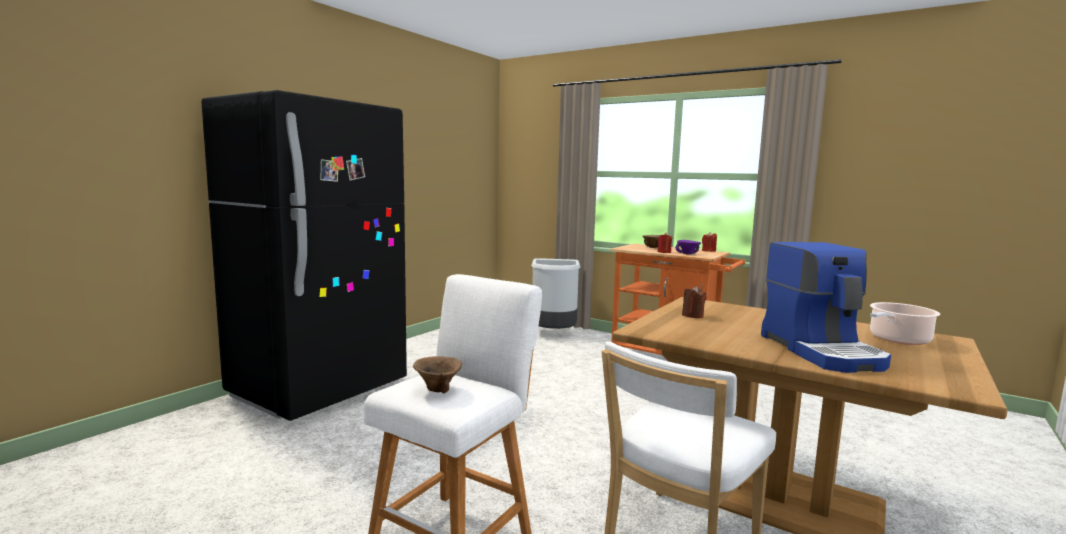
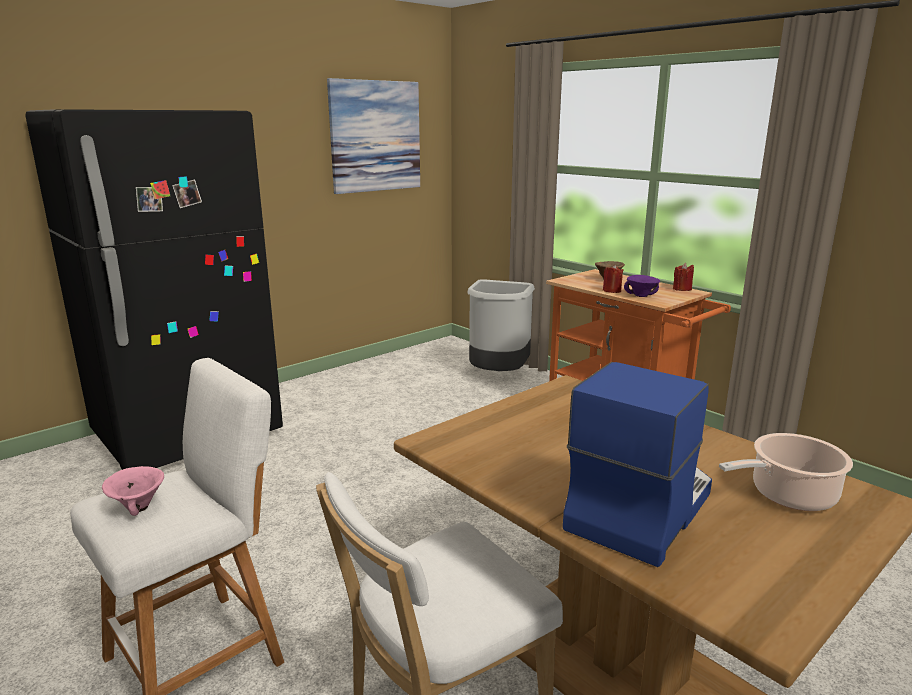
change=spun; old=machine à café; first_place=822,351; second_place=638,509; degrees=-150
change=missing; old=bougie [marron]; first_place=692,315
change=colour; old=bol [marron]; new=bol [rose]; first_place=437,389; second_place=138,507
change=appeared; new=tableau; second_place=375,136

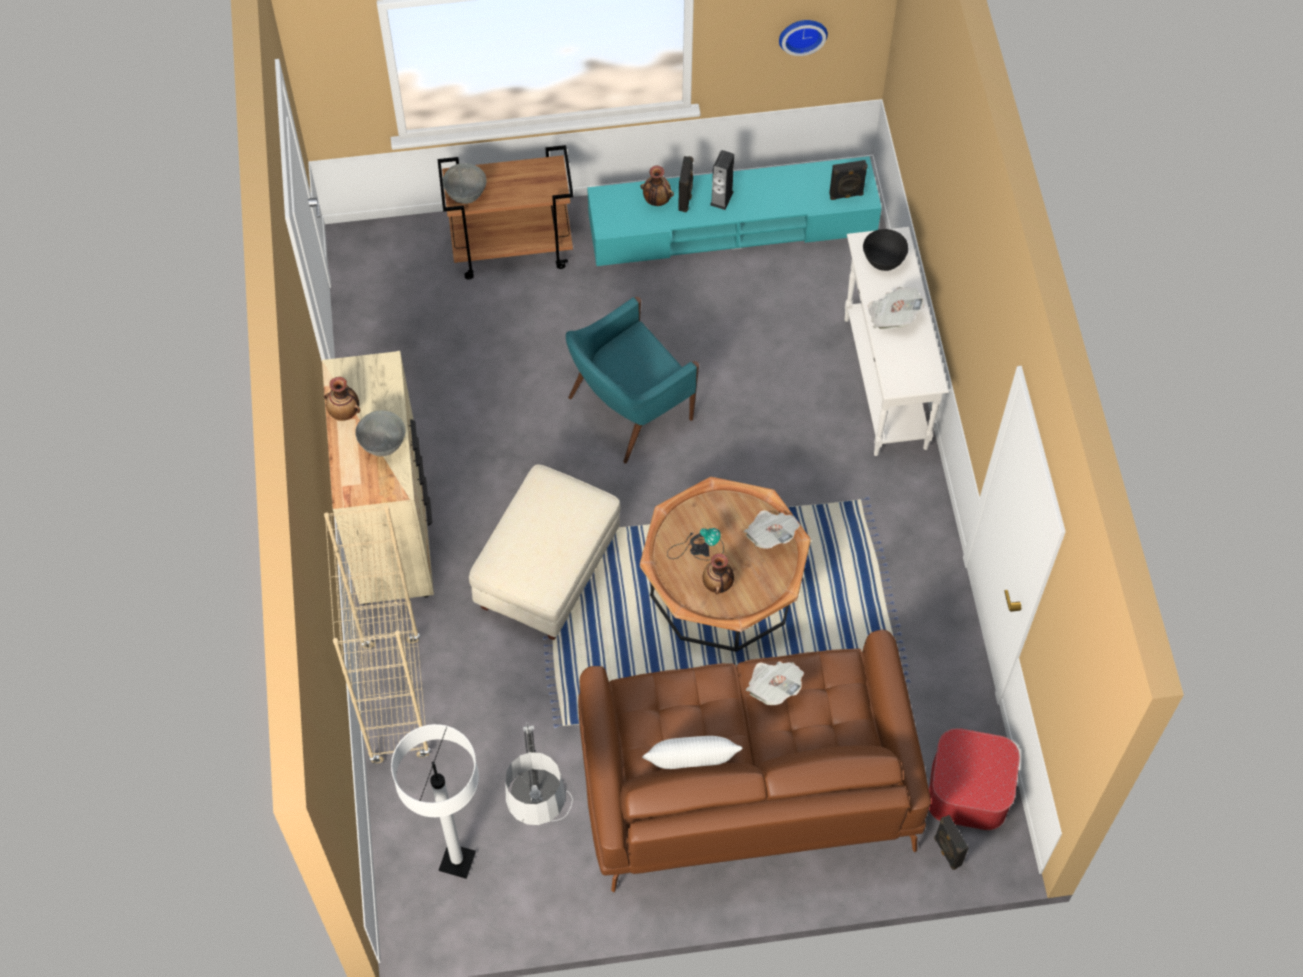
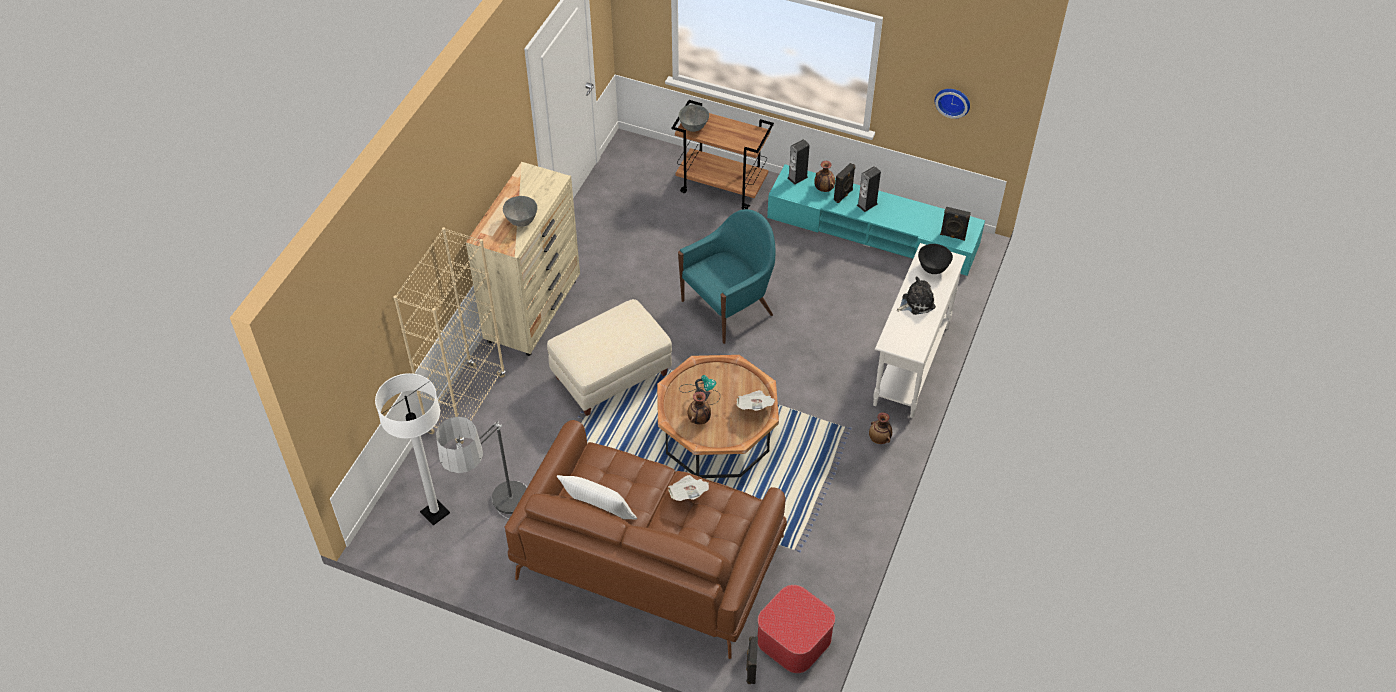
change=exchanged; old=journal; new=peluche; first_place=892,316; second_place=916,302
change=spun; old=fauteuil [turquoise]; first_place=628,410; second_place=728,307; degrees=150
change=relocated; old=vase; first_place=345,412; second_place=879,439
change=appeared; new=enceinte; second_place=797,177

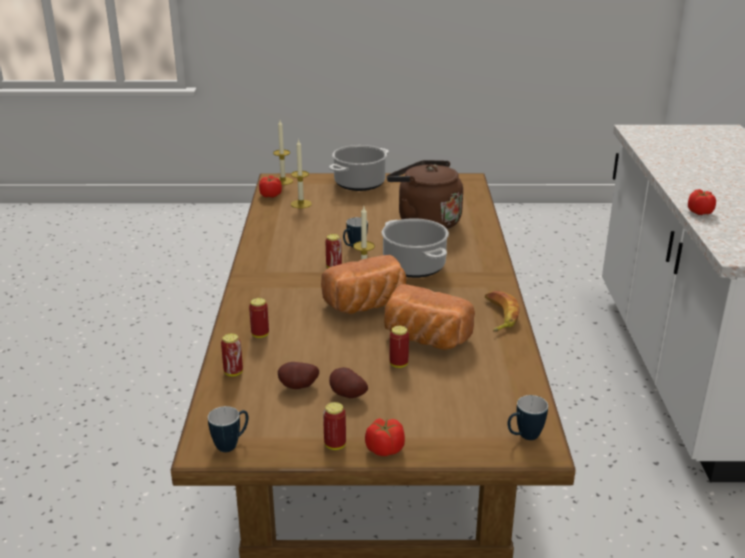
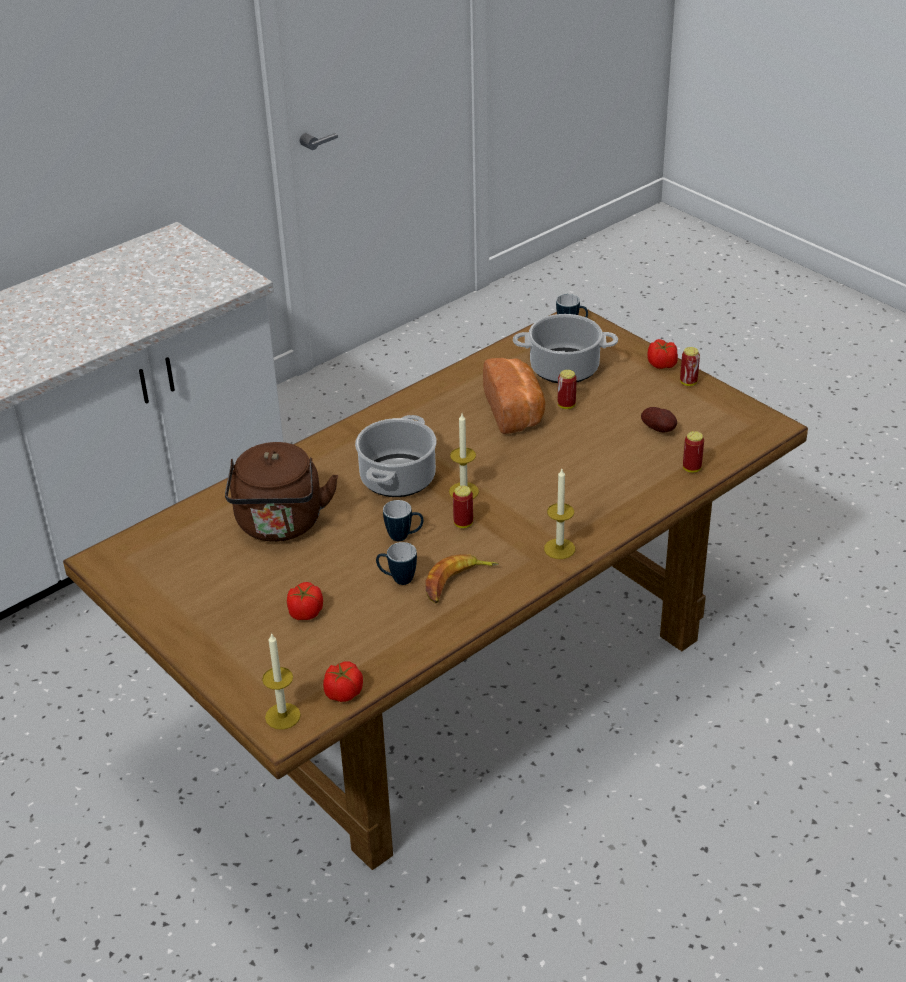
change=relocated; old=bougie; first_place=301,204; second_place=559,549
change=relocated; old=marmite; first_place=360,183; second_place=563,369
change=relocated; old=tomate; first_place=699,212; second_place=305,612
change=missing; old=pain; first_place=367,305
change=relocated; old=banane; first_place=498,315; second_place=457,583
change=missing; old=boîte métallique; first_place=260,335
change=missing; old=pomme de terre; first_place=346,395
change=relocated; old=mug; first_place=231,444; second_place=397,579

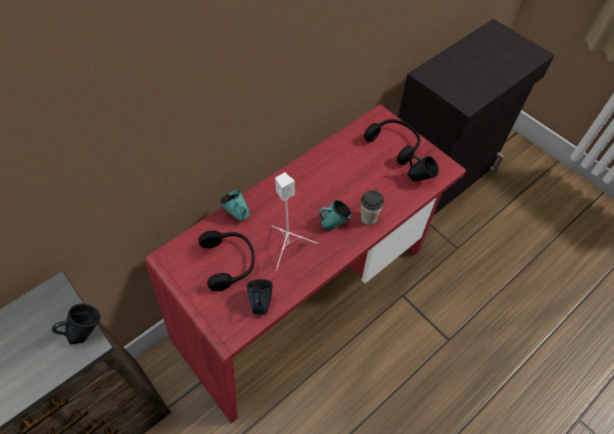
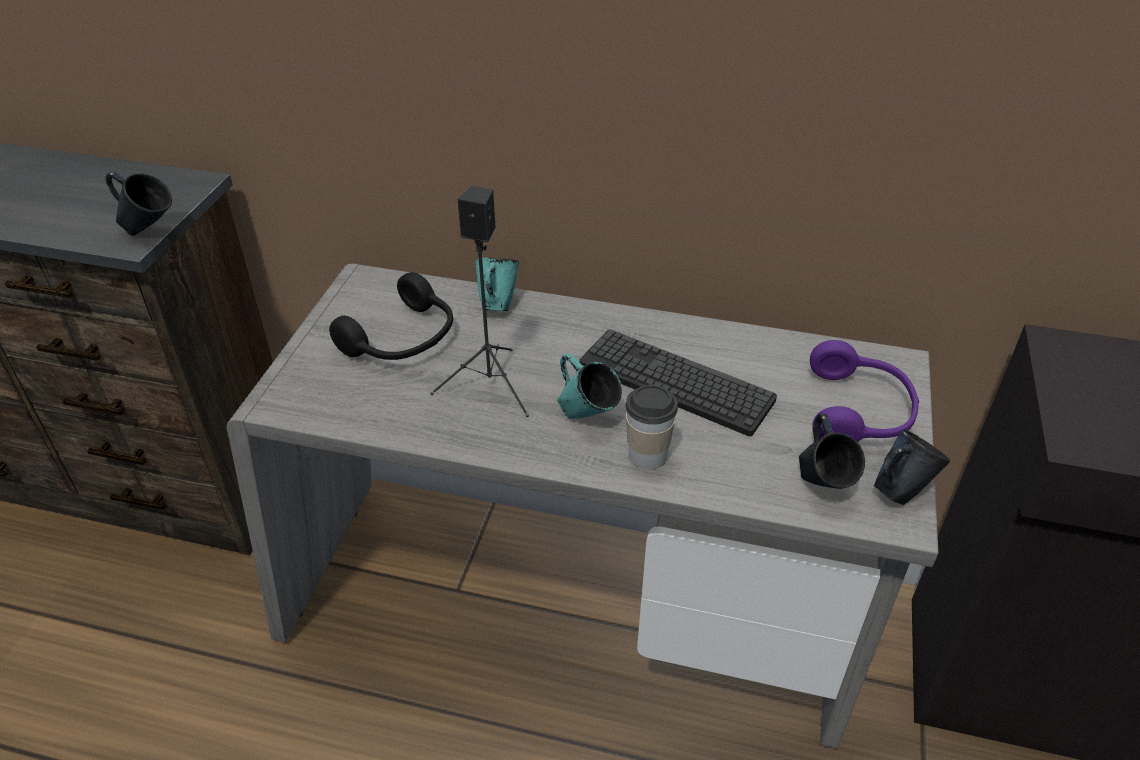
change=colour; old=bureau [rouge]; new=bureau [gris]; first_place=306,297; second_place=570,613
change=colour; old=casque audio [noir]; new=casque audio [violet]; first_place=394,143; second_place=859,412
change=colour; old=enceinte [blanc]; new=enceinte [noir]; first_place=289,245; second_place=491,386
change=relocated; old=mug [bleu]; first_place=261,303; second_place=900,491
change=appeared; new=clavier; second_place=675,382

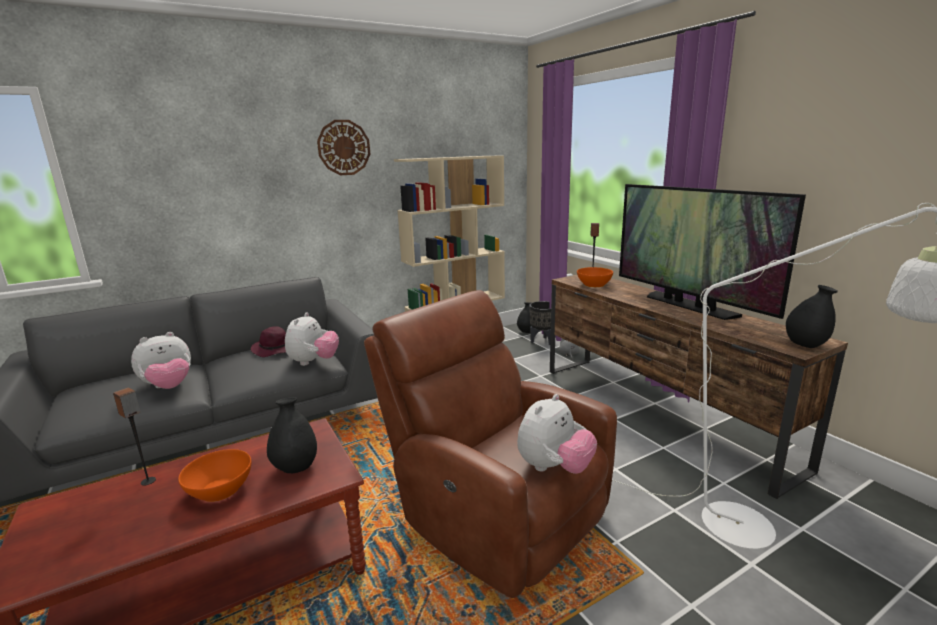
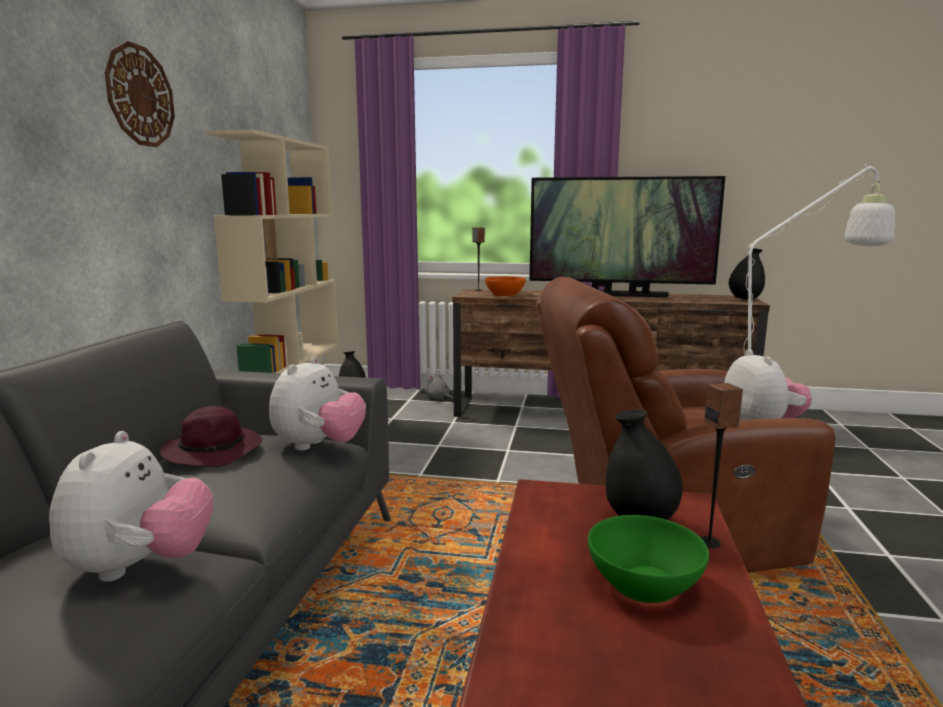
change=missing; old=cache-pot [noir]; first_place=542,341
change=spun; old=peluche; first_place=313,362; second_place=319,446; degrees=60
change=relocated; old=enceinte; first_place=148,481; second_place=709,542
change=colour; old=bol [orange]; new=bol [vert]; first_place=220,489; second_place=643,583

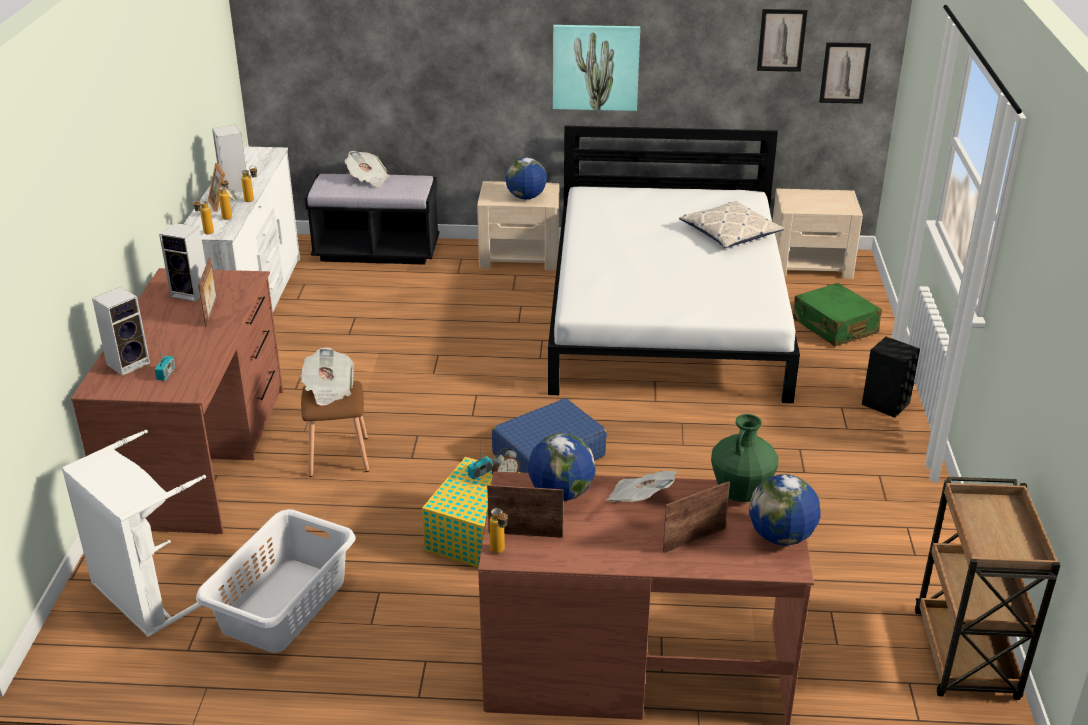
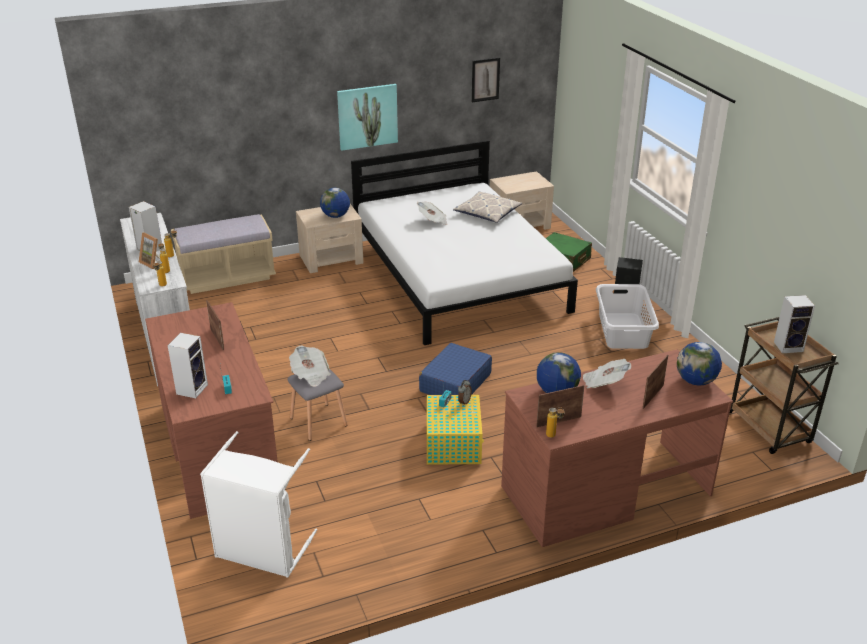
change=missing; old=tableau; first_place=844,73
change=relocated; old=journal; first_place=368,179; second_place=433,221
change=colour; old=banc [noir]; new=banc [beige]; first_place=376,251; second_place=227,278
change=relocated; old=enceinte; first_place=192,293; second_place=789,346
change=colour; old=tabouret [marron]; new=tabouret [gris]; first_place=339,457; second_place=319,422
change=missing; old=vase [vert]; first_place=741,493
change=relocated; old=panier à linge [blanc]; first_place=282,605; second_place=622,331

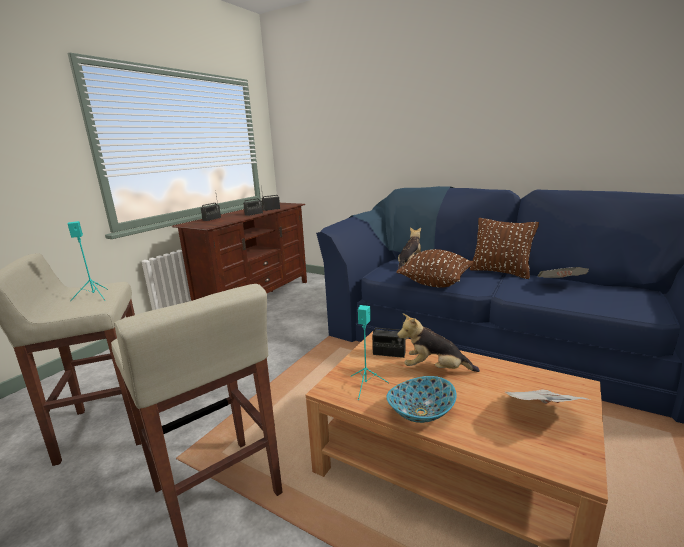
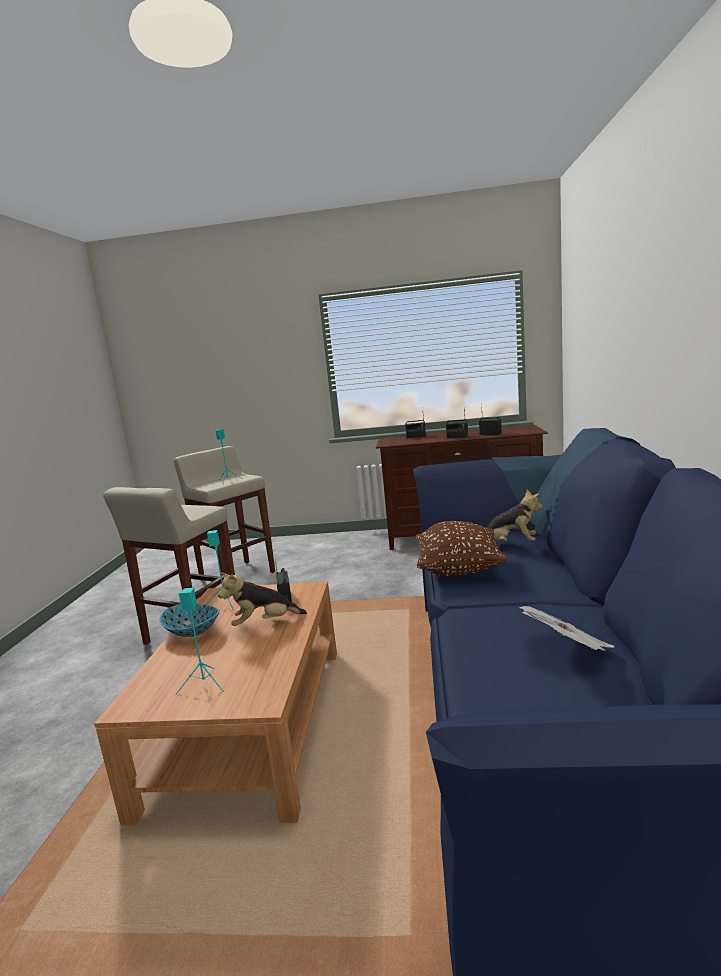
change=missing; old=coussin [marron]; first_place=500,272
change=spun; old=peluche; first_place=435,369; second_place=264,623; degrees=-90
change=exchanged; old=journal; new=enceinte [turquoise]; first_place=541,413; second_place=205,684

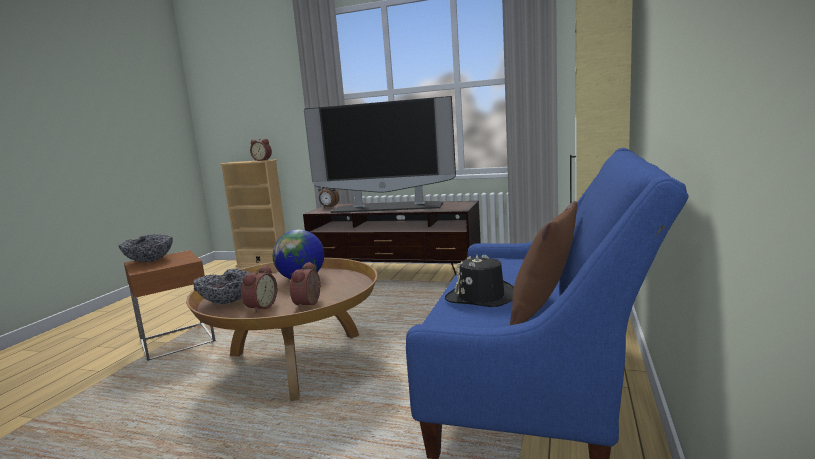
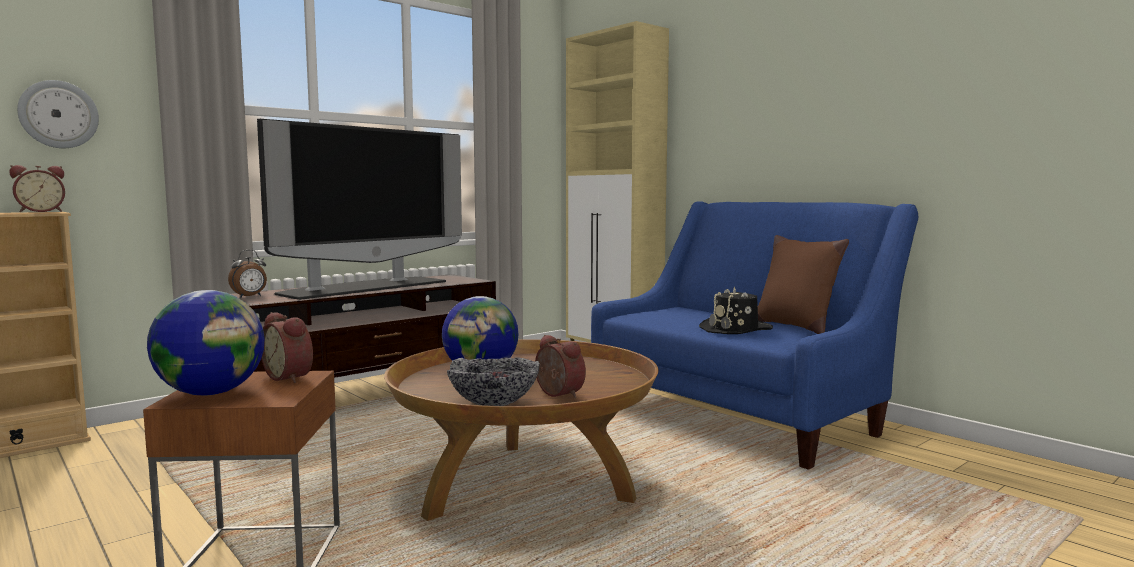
change=exchanged; old=bol; new=globe; first_place=150,261; second_place=211,393
change=relocated; old=réveil; first_place=309,304; second_place=291,377
change=appeared; new=horloge murale; second_place=59,114

